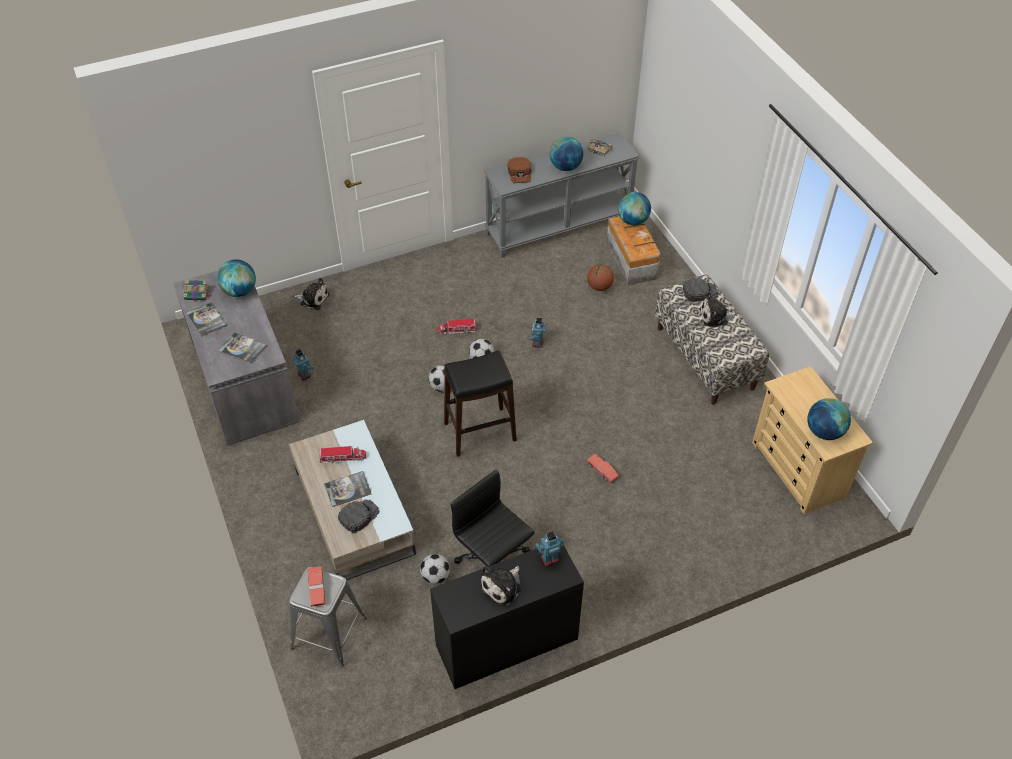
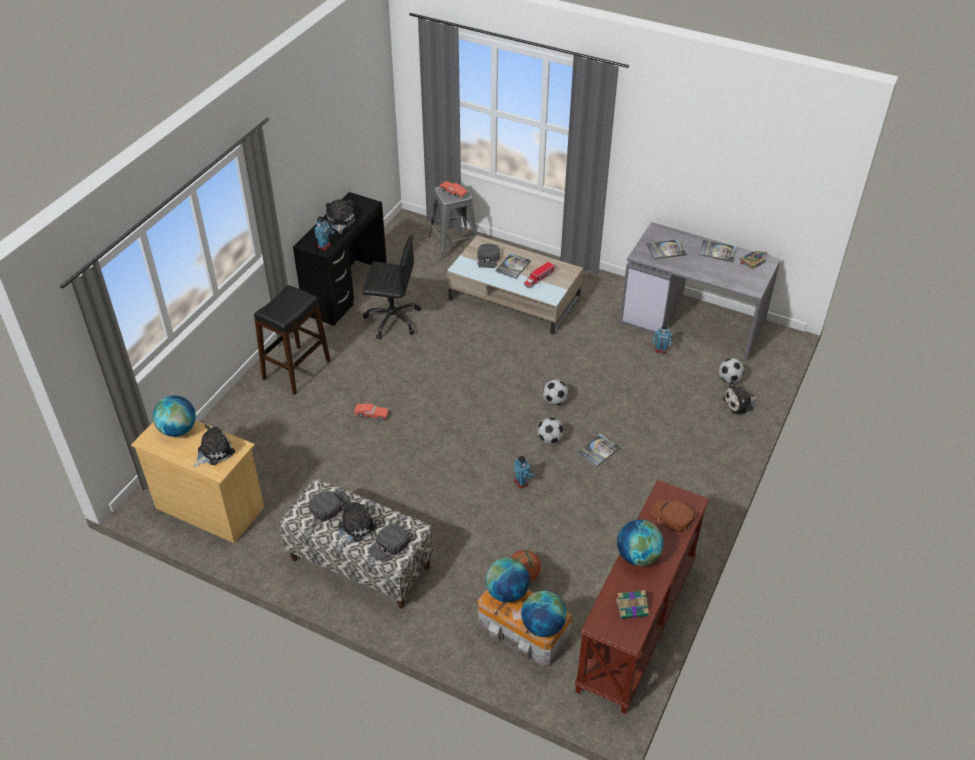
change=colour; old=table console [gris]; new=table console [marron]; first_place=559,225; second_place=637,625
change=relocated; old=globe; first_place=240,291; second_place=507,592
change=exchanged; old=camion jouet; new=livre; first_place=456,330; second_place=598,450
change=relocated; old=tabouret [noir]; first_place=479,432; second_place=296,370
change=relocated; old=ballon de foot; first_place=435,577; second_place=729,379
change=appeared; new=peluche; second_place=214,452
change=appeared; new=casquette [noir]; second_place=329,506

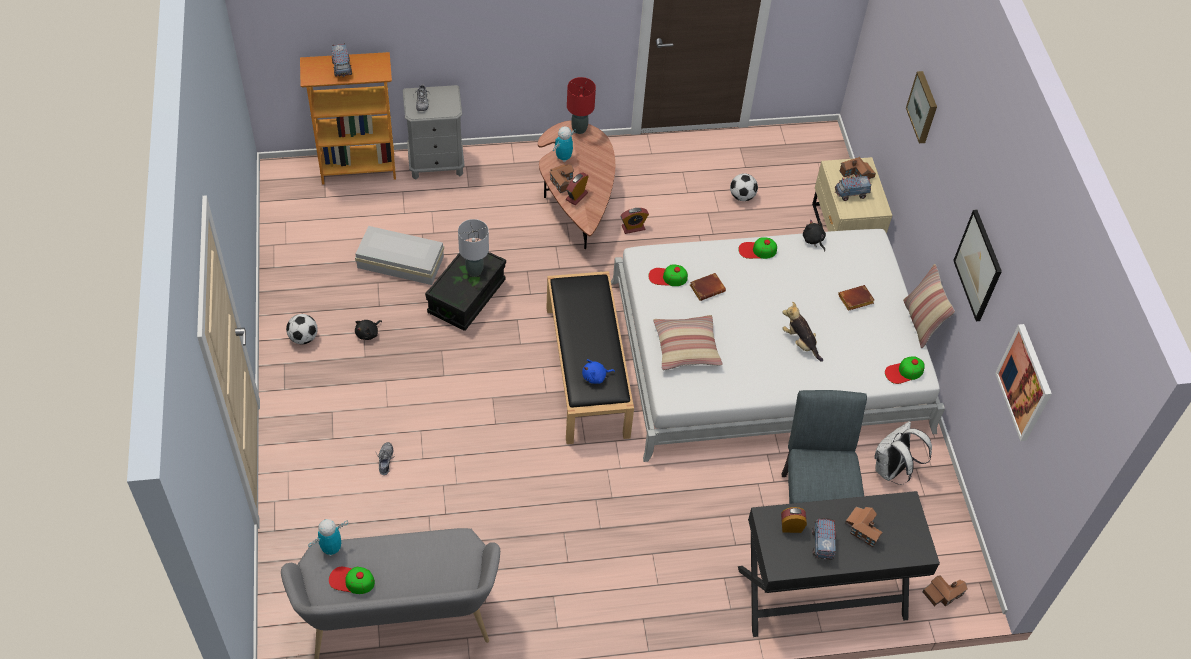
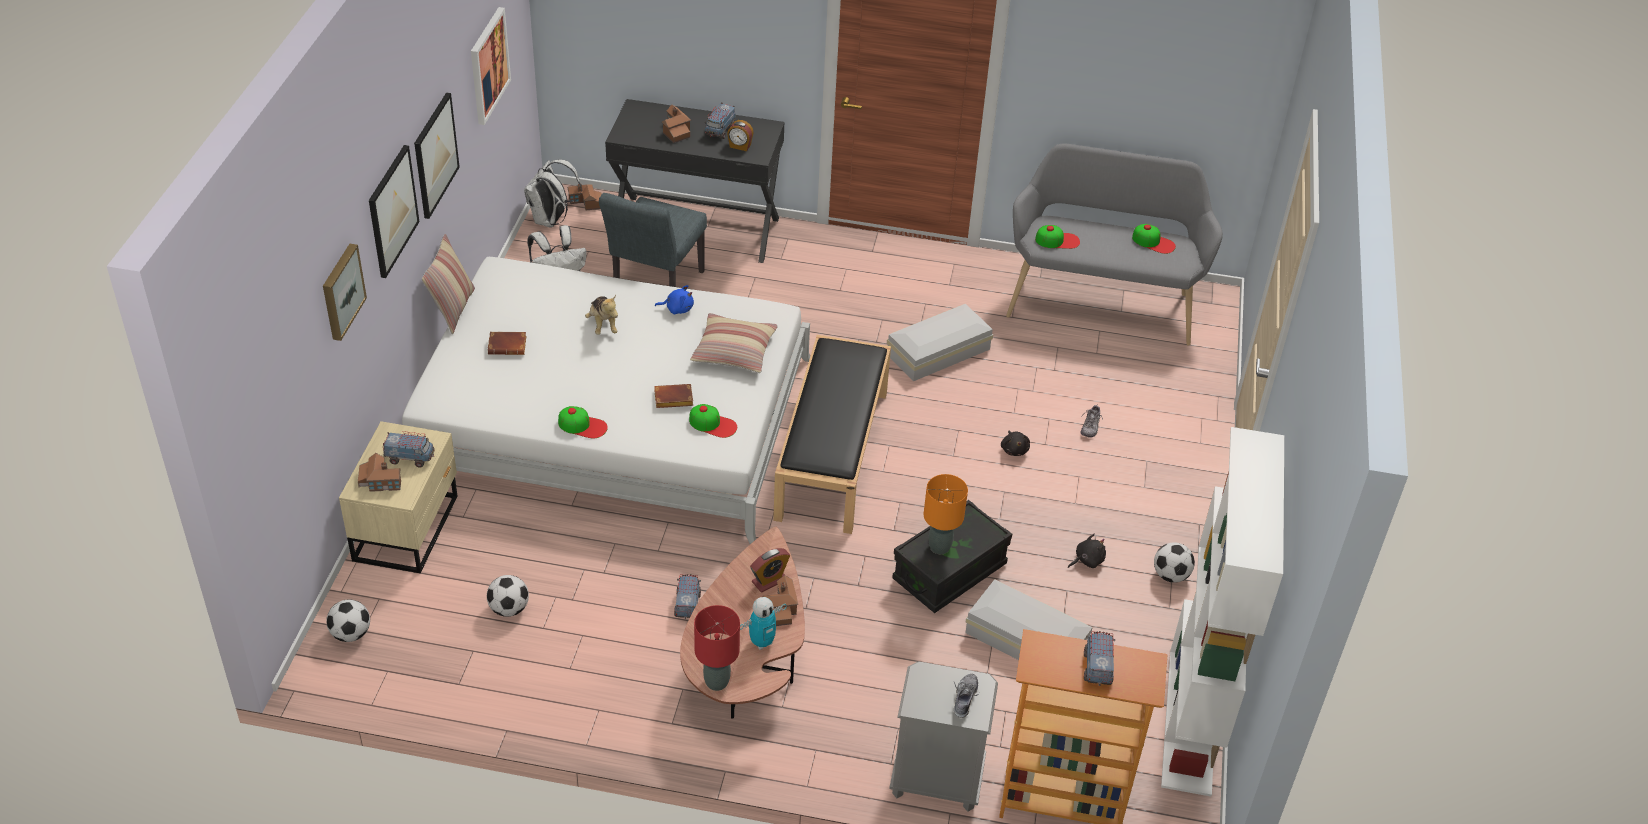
change=exchanged; old=réveil; new=camion jouet; first_place=633,227; second_place=687,605
change=colour; old=lampe de table [gris]; new=lampe de table [orange]; first_place=474,270; second_place=939,547
change=relocated; old=peluche [noir]; first_place=813,240; second_place=1014,449
change=relocated; old=casquette; first_place=904,372; second_place=1057,240
change=relocated; old=peluche [bleu]; first_place=595,377; second_place=677,308
change=missing; old=robot jouet; first_place=331,549
change=appeared; new=tableau; second_place=392,211
change=appeared; new=sac à dos [blanc]; second_place=551,220
change=appeared; new=boîte de rangement [blanc]; second_place=940,352
change=appeared; new=bibliothèque [blanc]; second_place=1191,722
change=appeared; new=ballon de foot; second_place=351,634

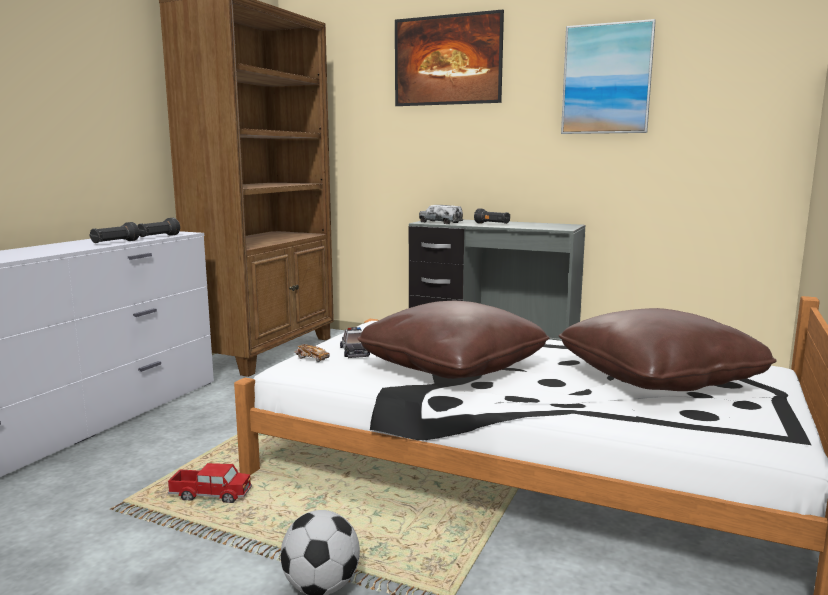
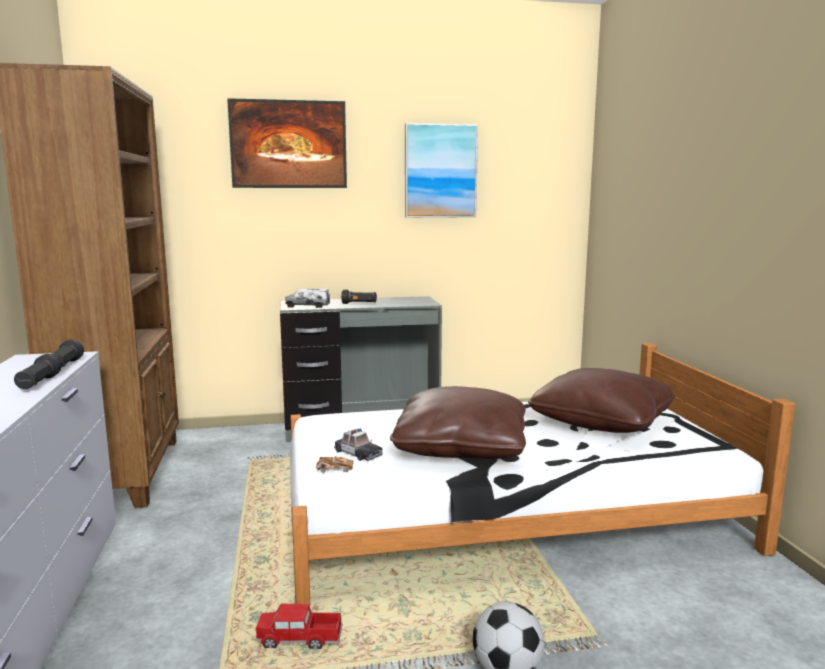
change=spun; old=camion jouet; first_place=211,495; second_place=299,639; degrees=-150

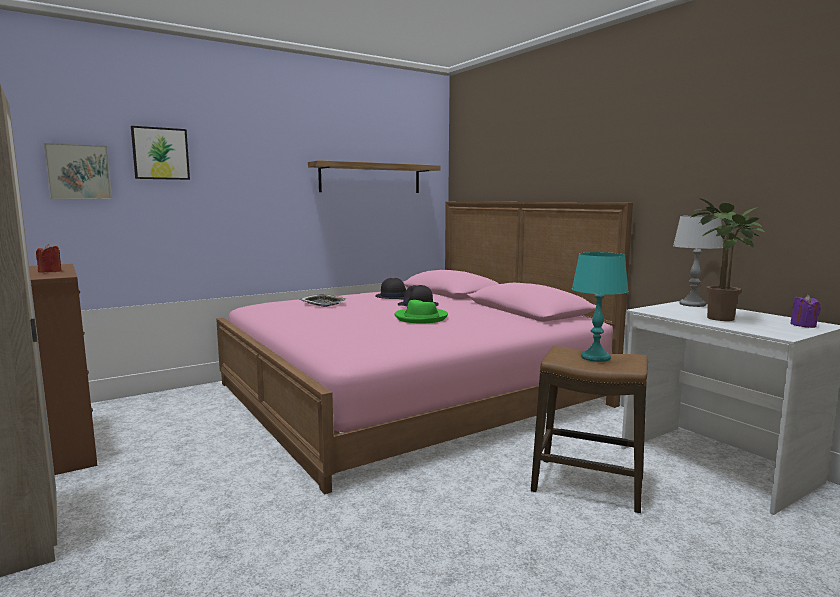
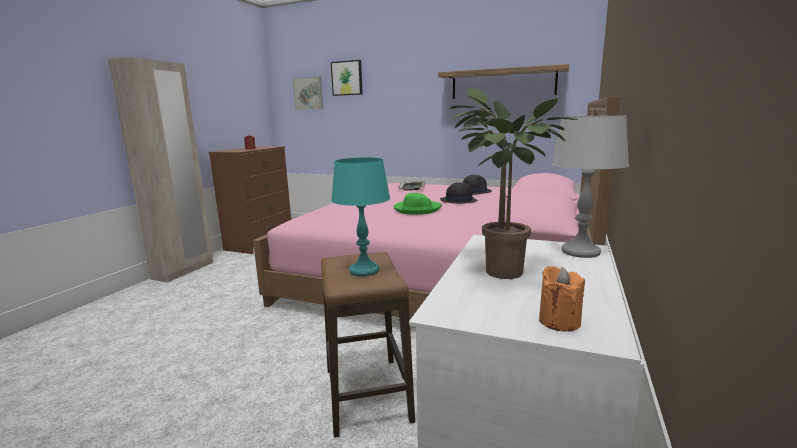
change=colour; old=bougie [violet]; new=bougie [orange]; first_place=803,325; second_place=559,321

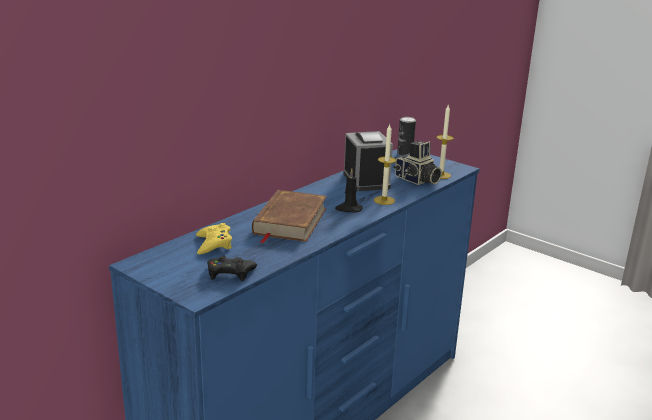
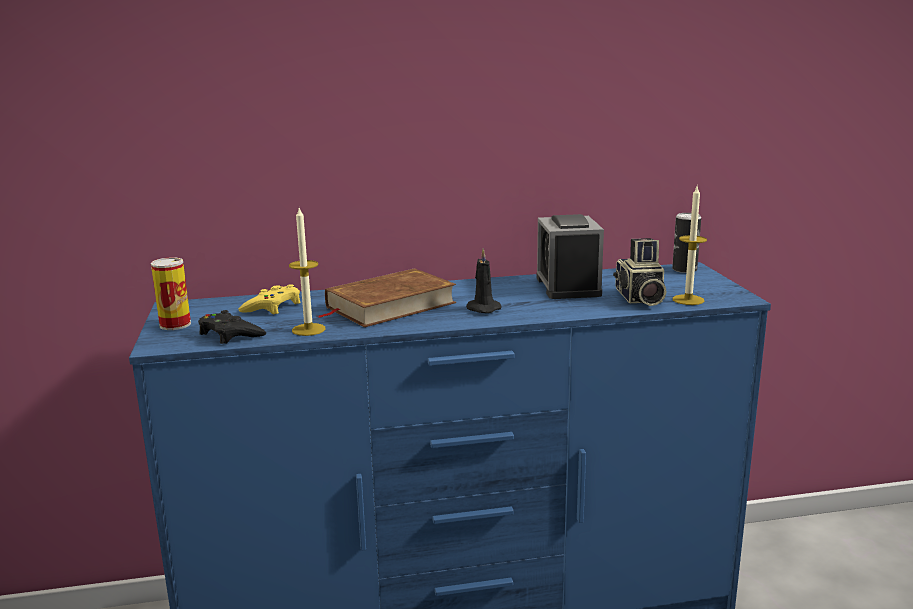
change=relocated; old=bougie; first_place=384,200; second_place=308,329
change=spun; old=réveil; first_place=366,180; second_place=568,286; degrees=150
change=appeared; new=boîte métallique; second_place=175,324

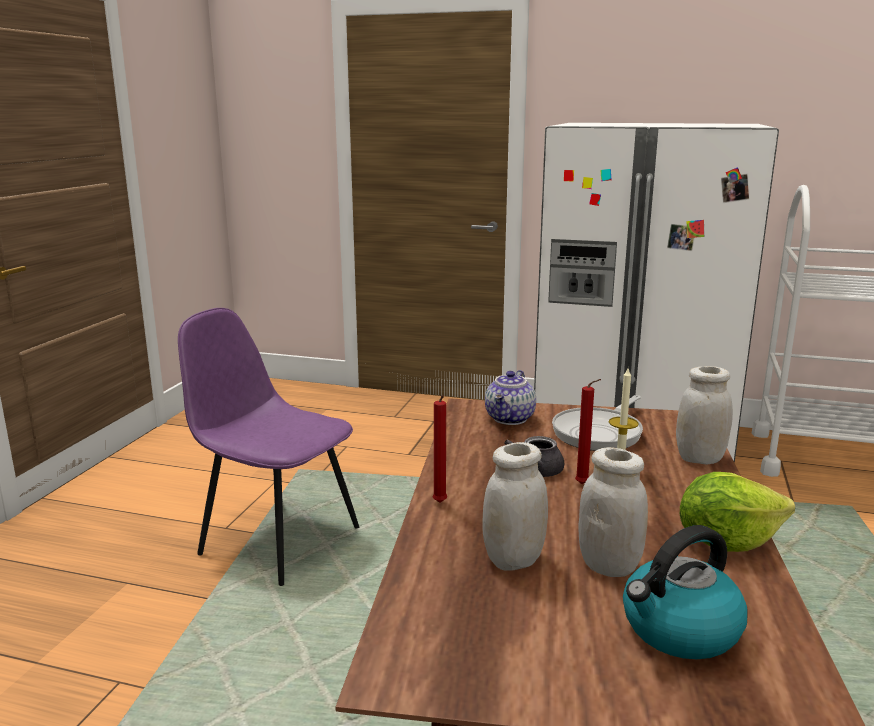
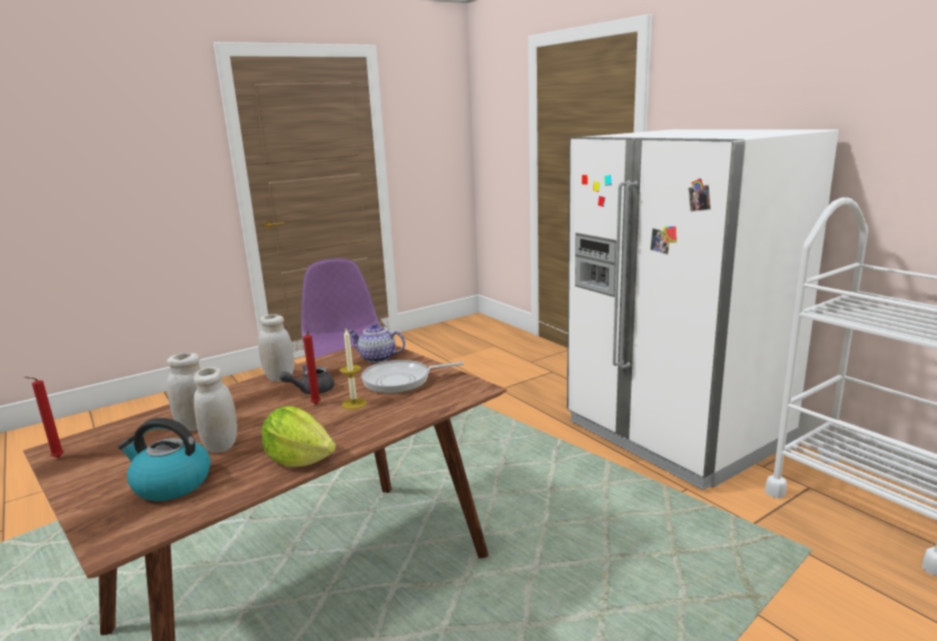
change=relocated; old=bocal [blanc]; first_place=699,459; second_place=279,377
change=spun; old=théière; first_place=511,419; second_place=377,358; degrees=45
change=relocated; old=bougie [rouge]; first_place=440,504; second_place=56,458

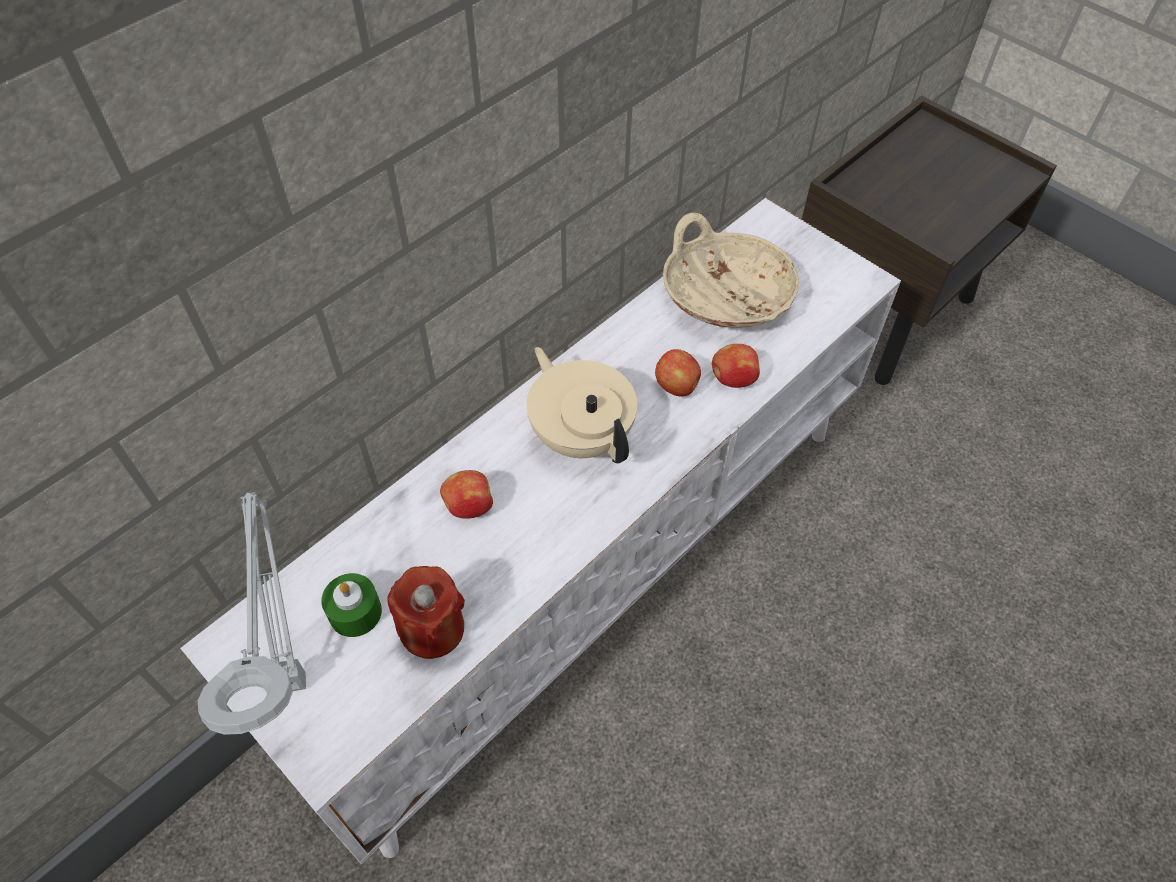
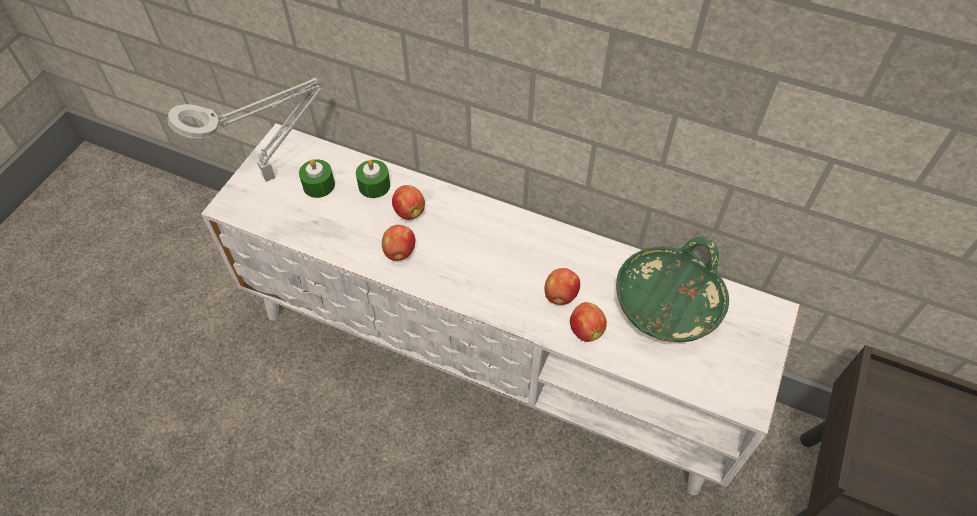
change=colour; old=bol [beige]; new=bol [vert]; first_place=724,294; second_place=669,302
change=missing; old=théière [beige]; first_place=581,434
change=missing; old=bougie [rouge]; first_place=432,629
change=appeared; new=bougie [vert]; second_place=374,185
change=appeared; new=pomme; second_place=399,252

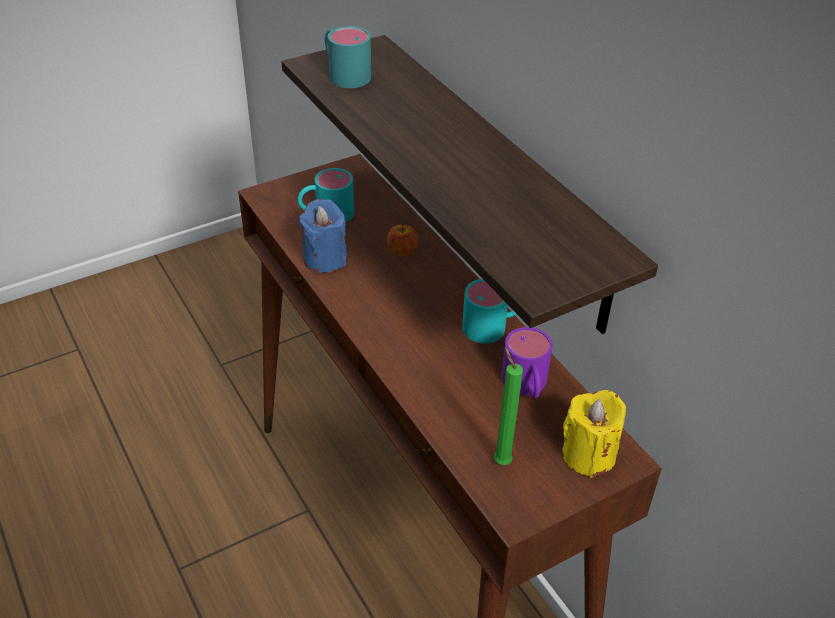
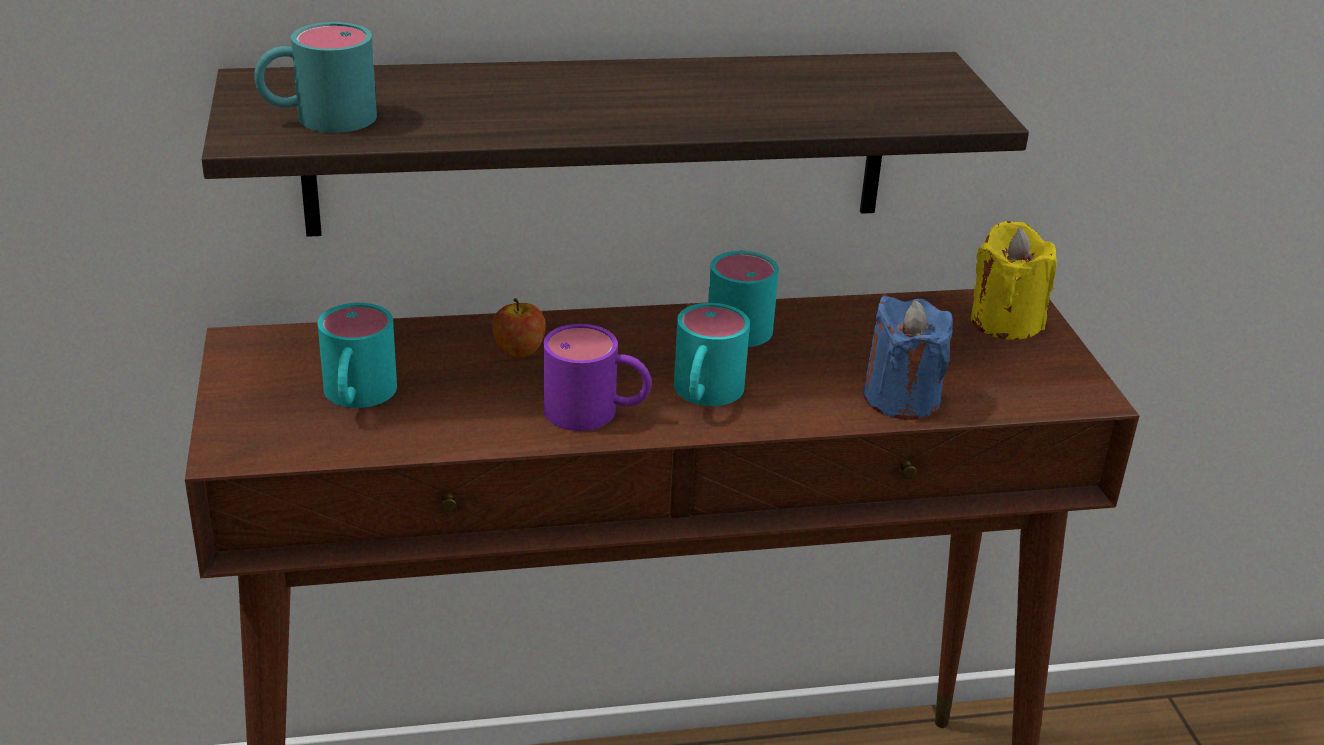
change=relocated; old=bougie [bleu]; first_place=325,259; second_place=901,398
change=relocated; old=mug [violet]; first_place=526,386; second_place=597,412
change=missing; old=bougie [vert]; first_place=500,460
change=appeared; new=mug [turquoise]; second_place=704,395

